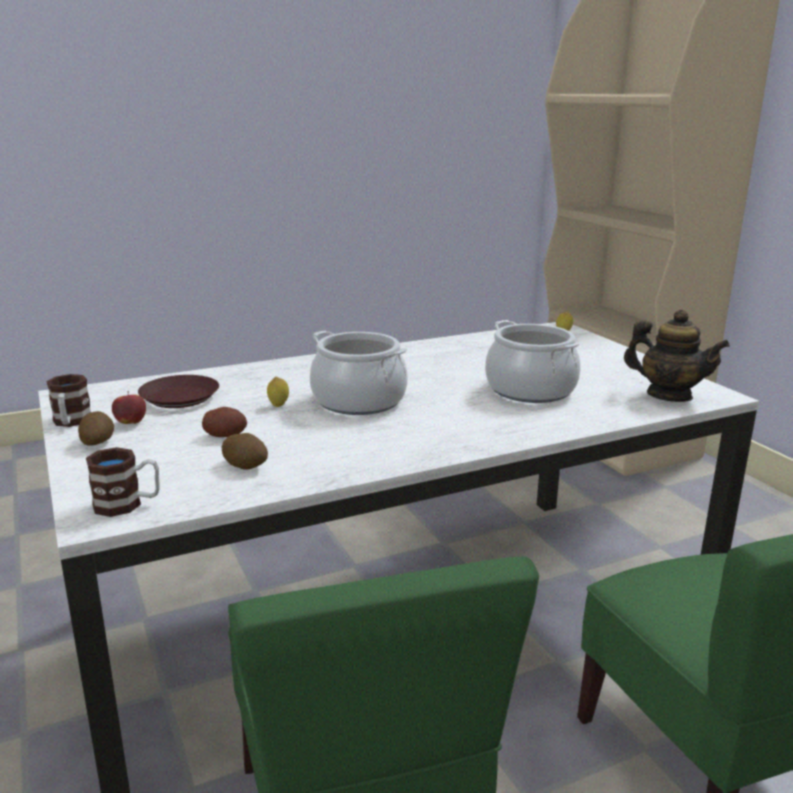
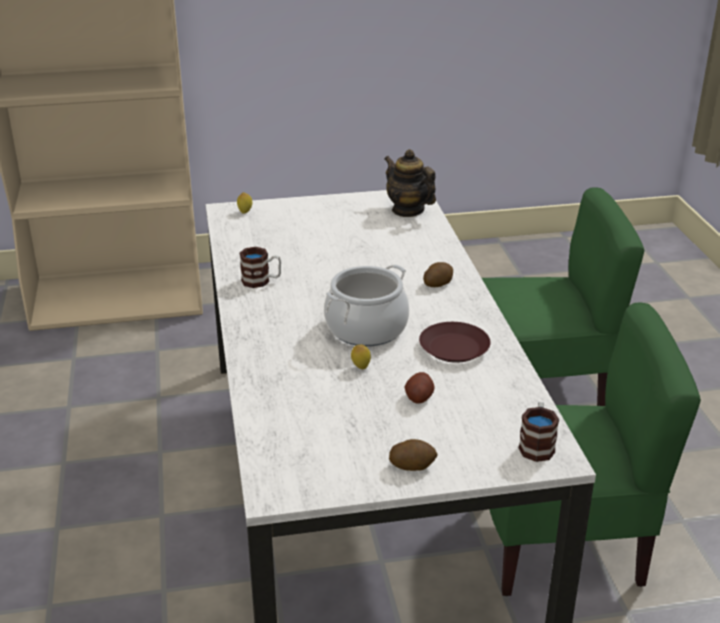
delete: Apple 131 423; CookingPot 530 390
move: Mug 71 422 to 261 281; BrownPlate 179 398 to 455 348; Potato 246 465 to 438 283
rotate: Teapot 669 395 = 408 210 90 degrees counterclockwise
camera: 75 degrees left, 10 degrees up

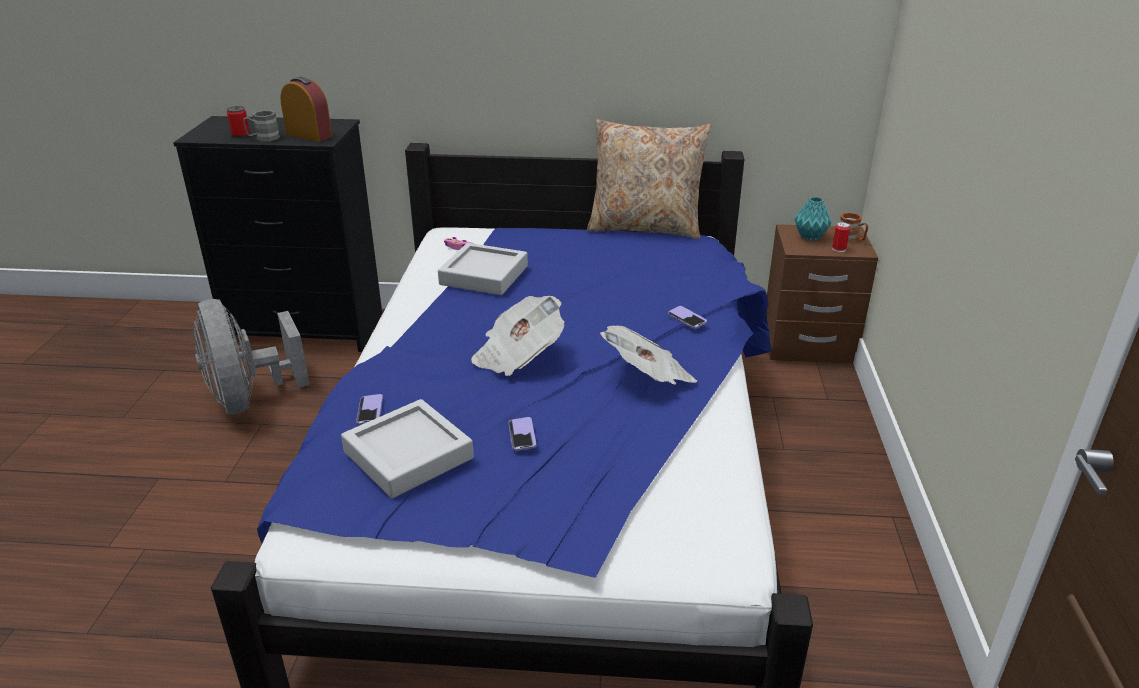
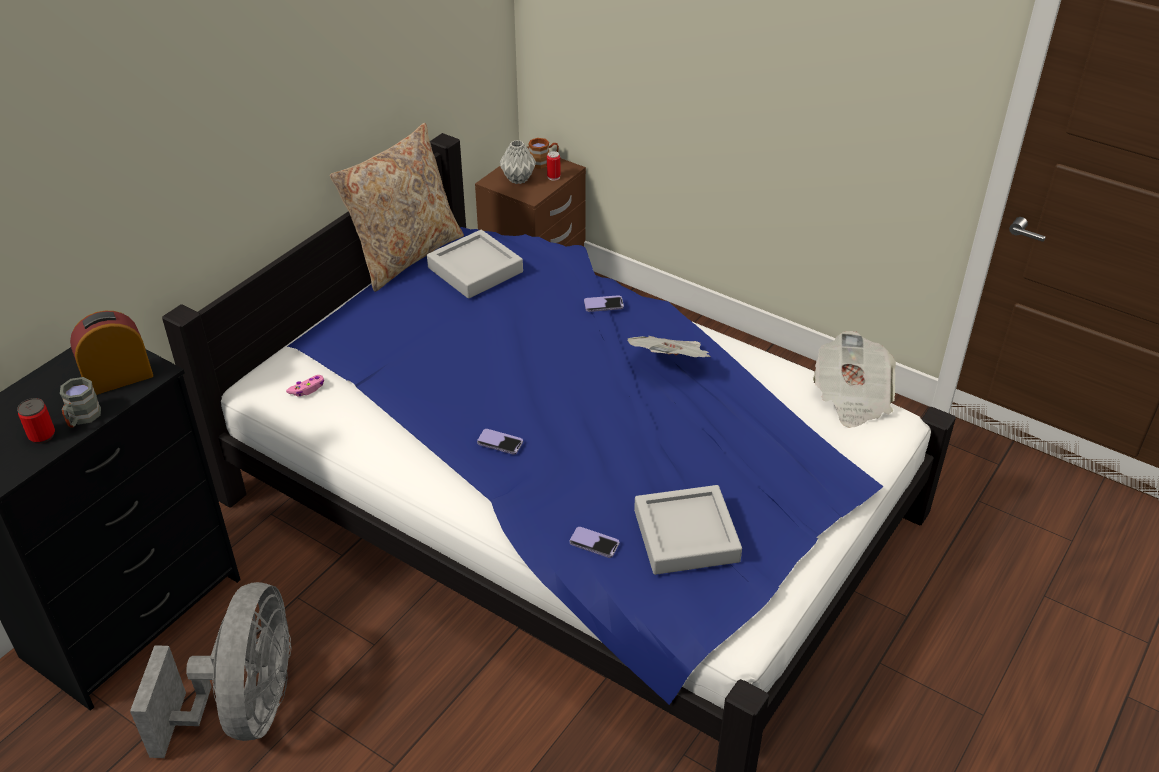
move: GreyTray 484 275 to 475 270; Newspaper 518 356 to 851 398; Phone 522 435 to 500 443
recolor: TurquoiseVase 810 237 to GreyVase 518 179
rotate: GreyFan 249 398 = 245 709 90 degrees counterclockwise
camera: 60 degrees left, 10 degrees up

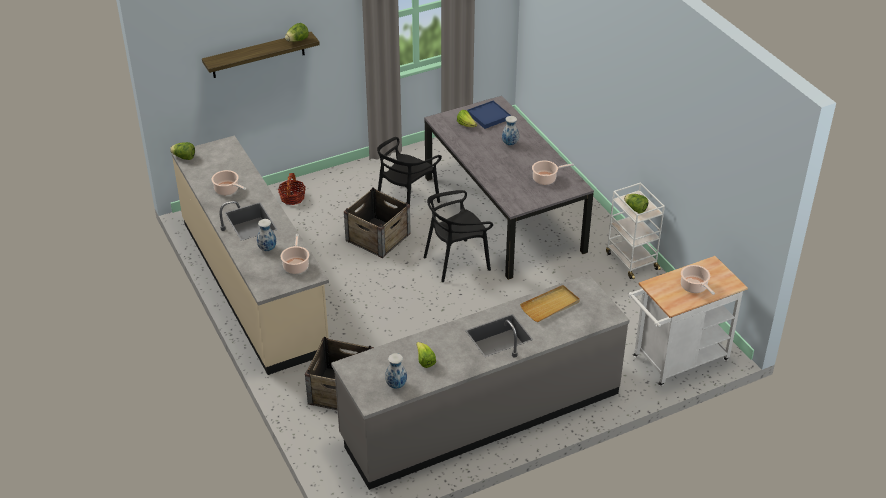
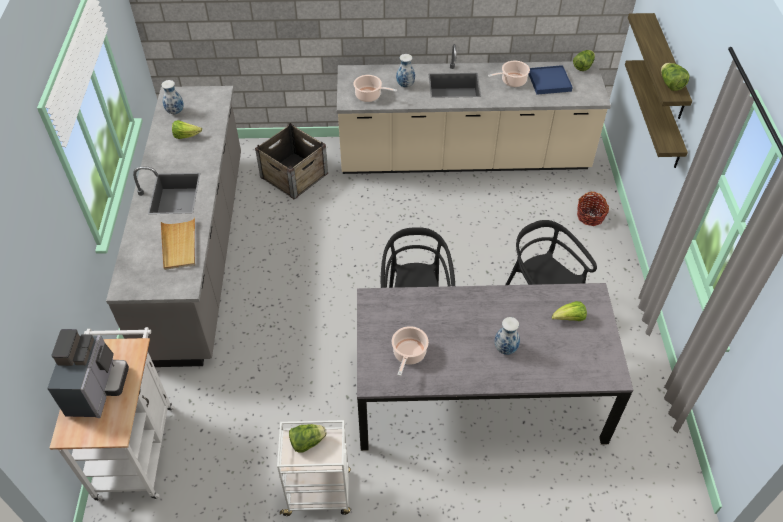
delete: Crate 378 237
insert: Shelf 664 115
move: BlueTray 488 116 to 549 82
replace: CookingPot 694 287 to CoffeeMachine 96 389
camera: 115 degrees right, 10 degrees up

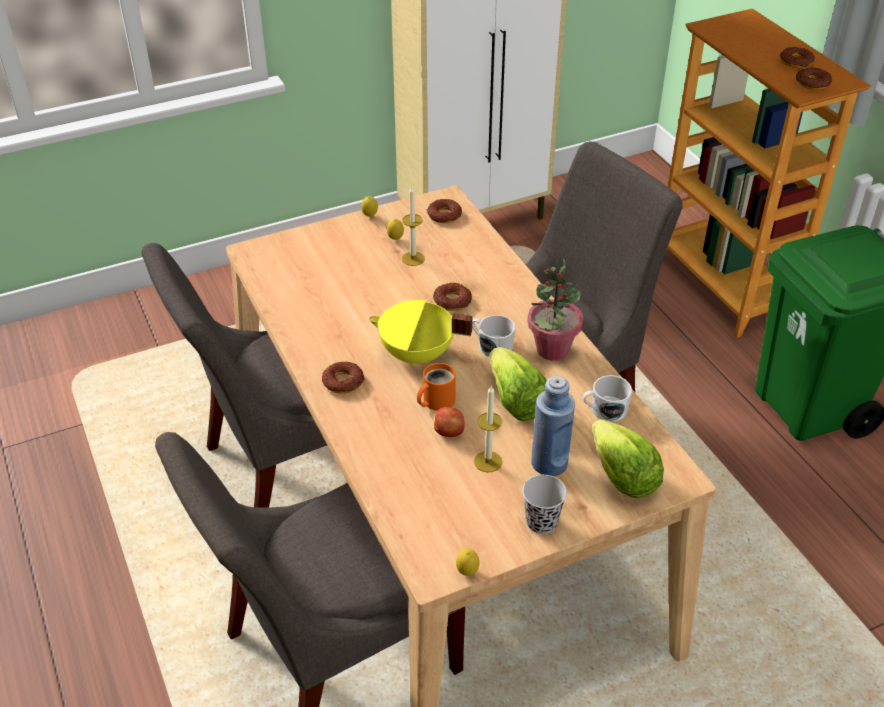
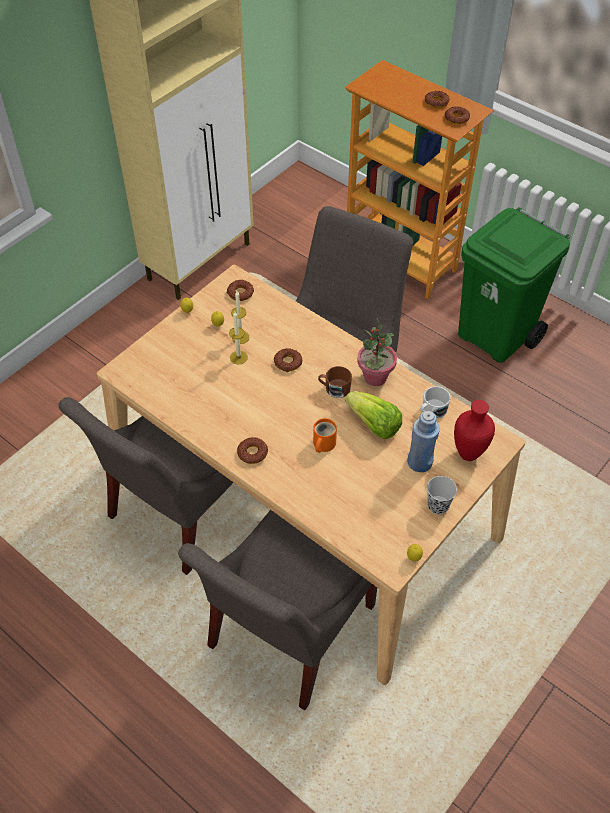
delete: YellowCookingPot 417 355; Apple 449 432
move: Candle 488 461 to 238 357
replace: Lettuce 622 478 to RedVase 468 455
recolor: WhiteMug 491 345 to BrownMug 334 388
camera: 25 degrees left, 10 degrees up

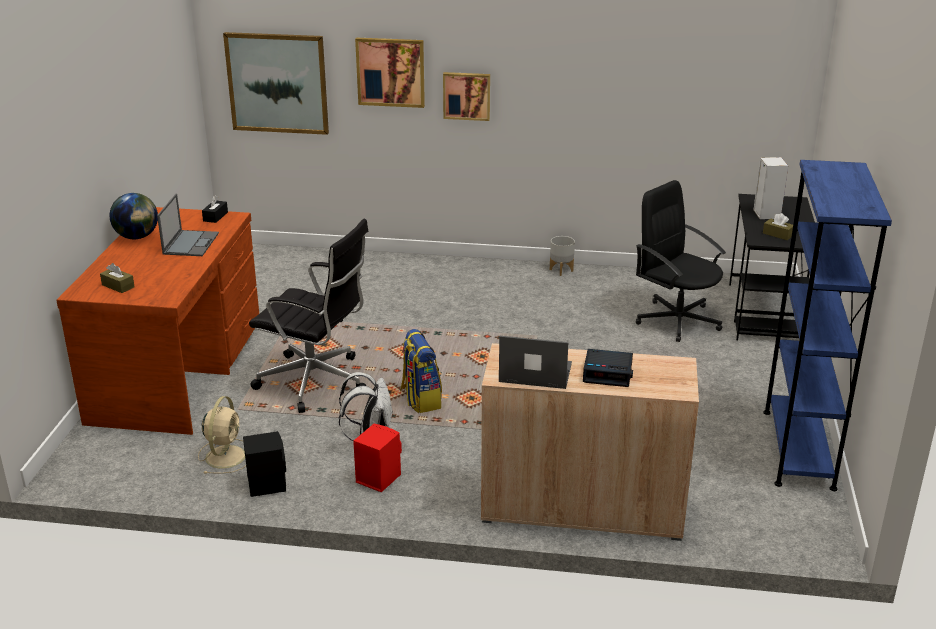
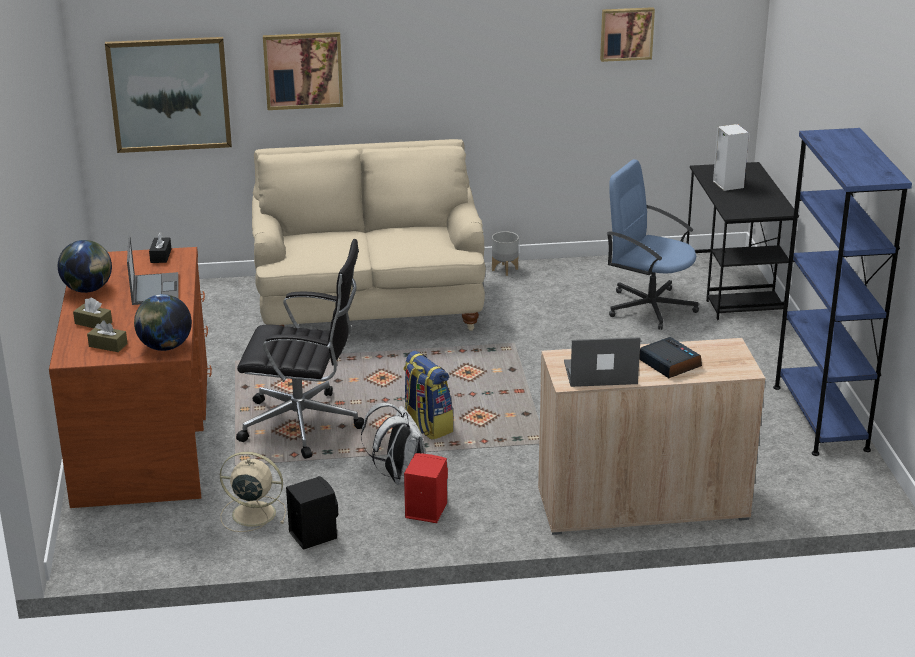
insert: Globe 165 347; BeigeSofa 369 307
move: Picture 467 95 to 626 33; BrownTissueBox 778 234 to 93 323
recolor: BlackOfficeChair 677 320 to BlueOfficeChair 649 307
rotate: BeigeFan 226 455 = 252 513 75 degrees counterclockwise; AlarmClock 608 373 = 669 364 120 degrees counterclockwise
camera: 15 degrees left, 0 degrees up

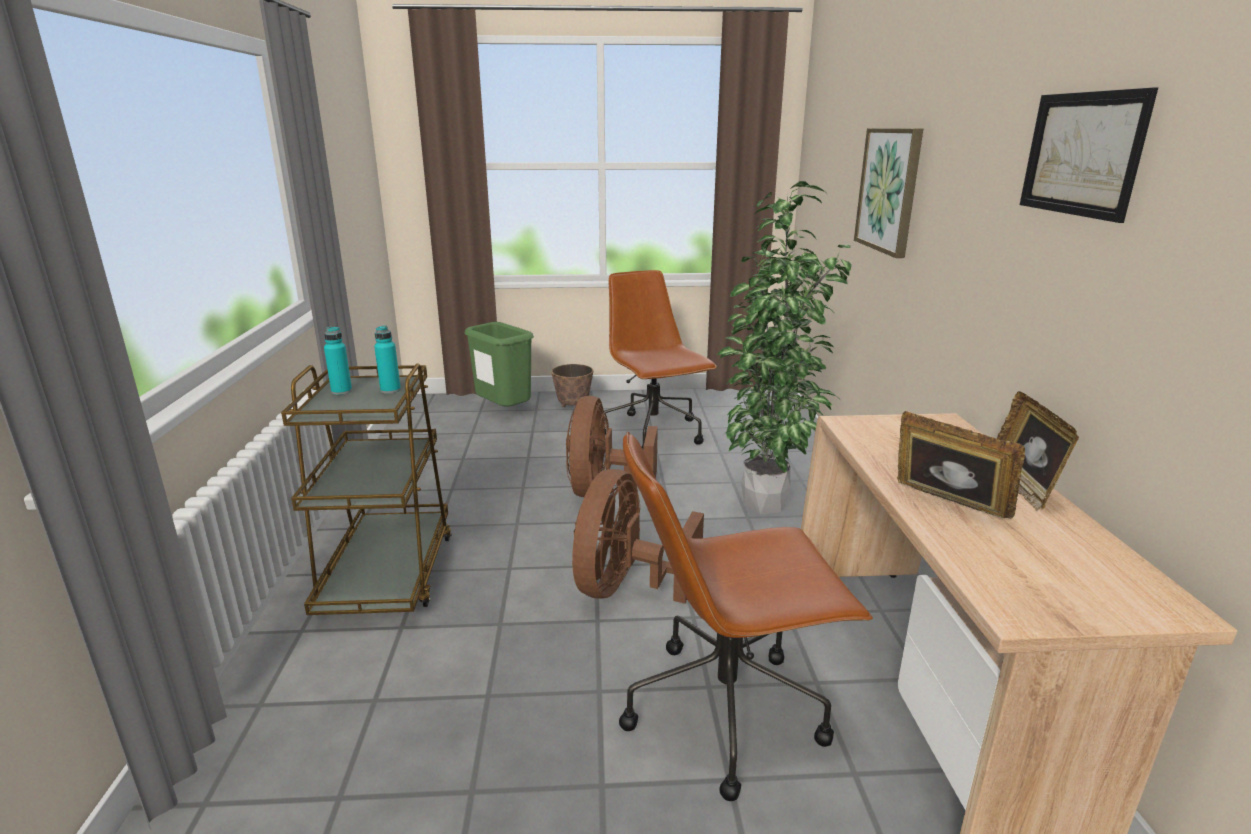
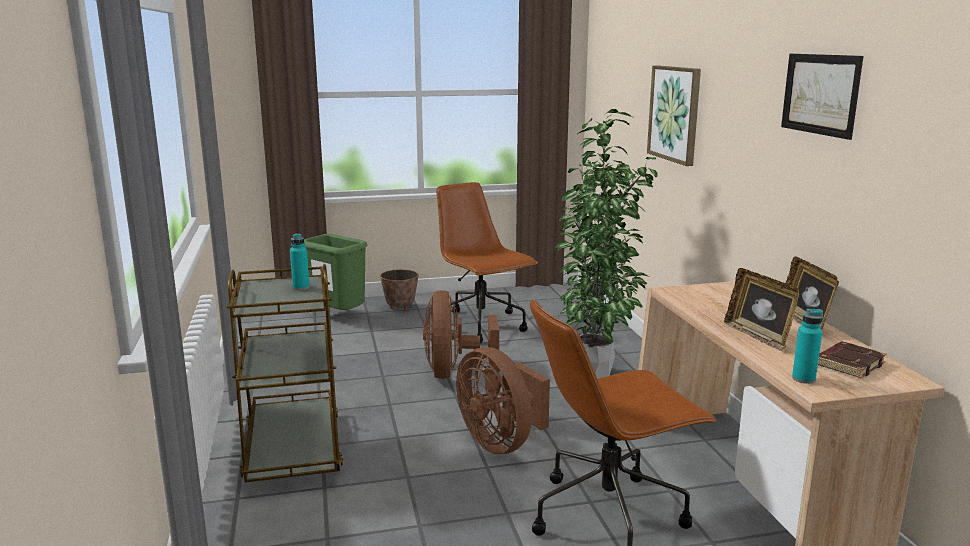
insert: BrownBook 848 364
move: TurquoiseBottle 341 391 to 803 379
rotate: BrownFan 625 587 = 501 442 45 degrees counterclockwise; PictureFrame 947 505 = 758 336 150 degrees counterclockwise
camera: 10 degrees left, 5 degrees down

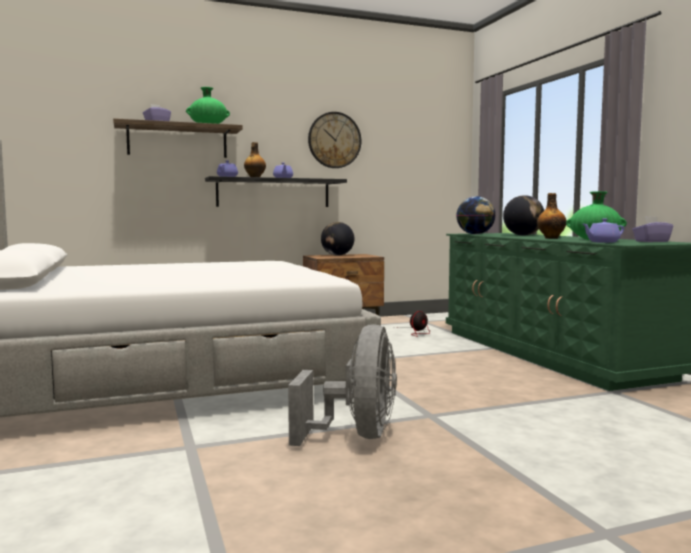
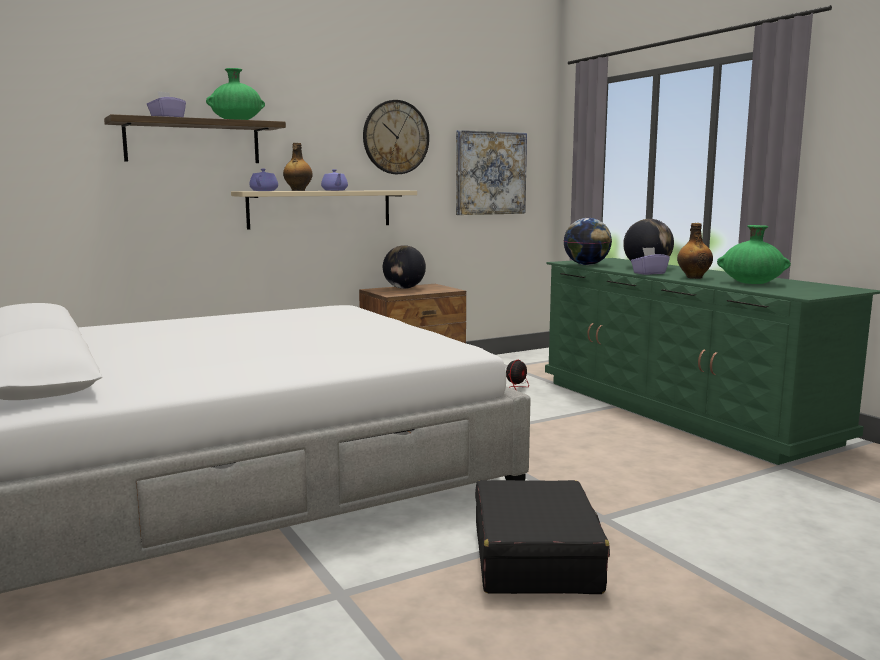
delete: PurpleTeapot 602 242
insert: Picture 490 173
move: PurpleTissueBox 651 241 to 649 273
replace: GreyFan 357 435 to BlackSuitcase 535 557
recolor: BlackShelf 273 193 to BeigeShelf 320 209
camera: 10 degrees left, 5 degrees up

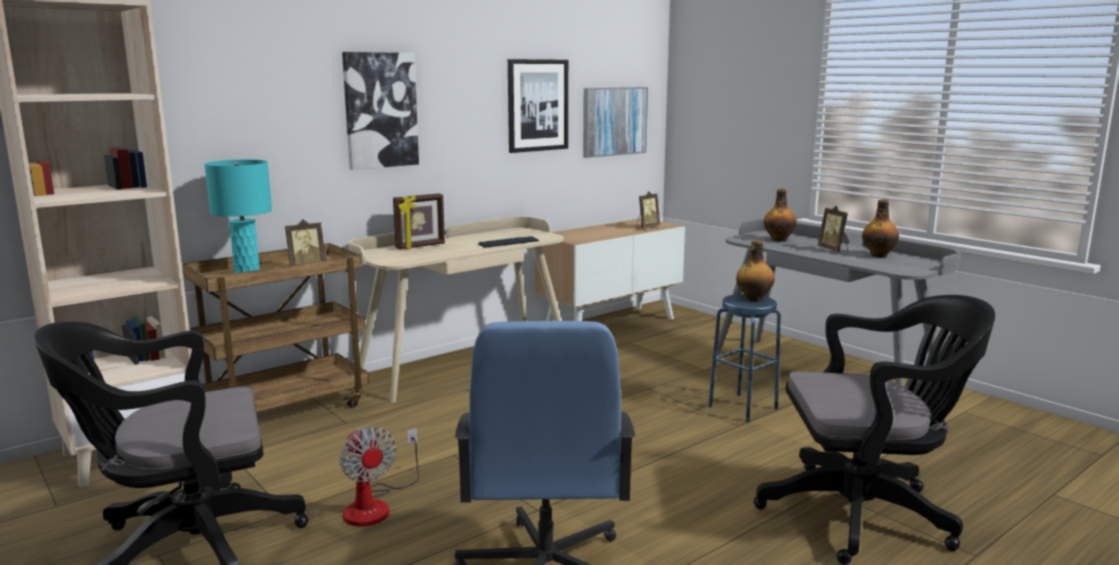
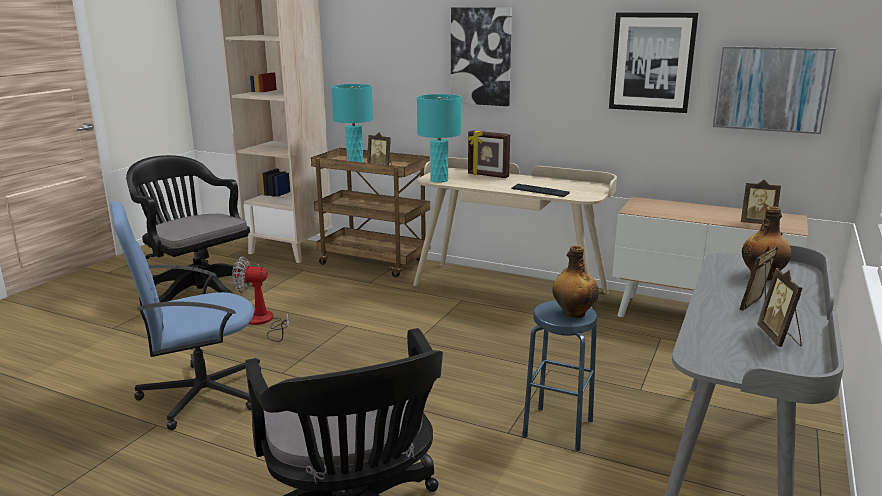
insert: TurquoiseTableLamp 439 180
replace: Bottle 878 255 to PictureFrame 779 338
rotate: Fan 376 505 = 263 322 60 degrees clockwise
camera: 65 degrees right, 5 degrees up

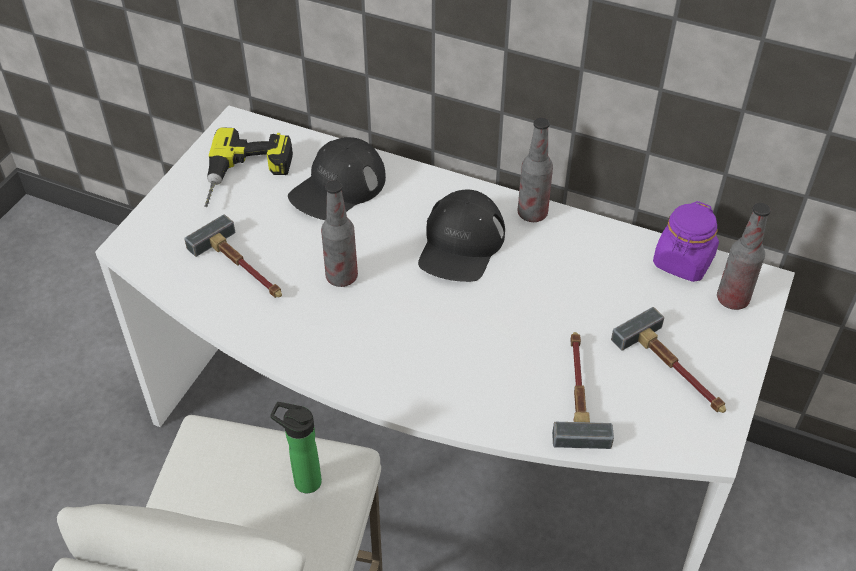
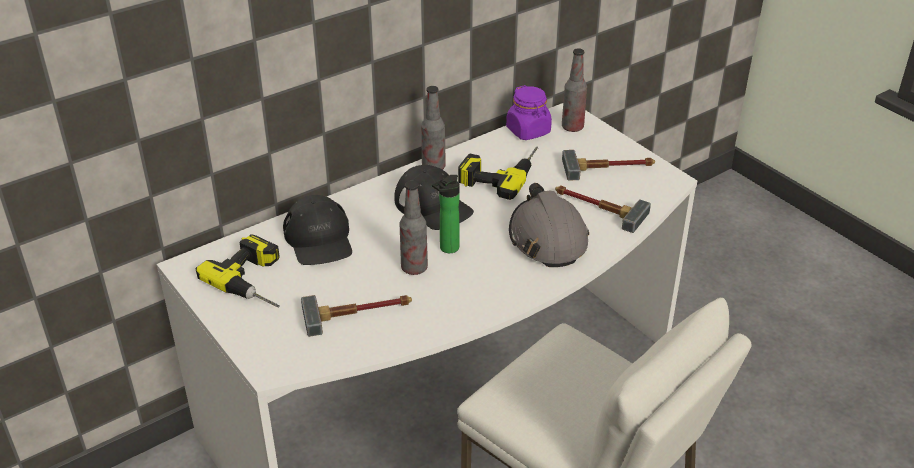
insert: PowerDrill 499 172; GreyHardHat 547 238
move: Bottle 303 480 to 447 249
camera: 60 degrees left, 10 degrees down

